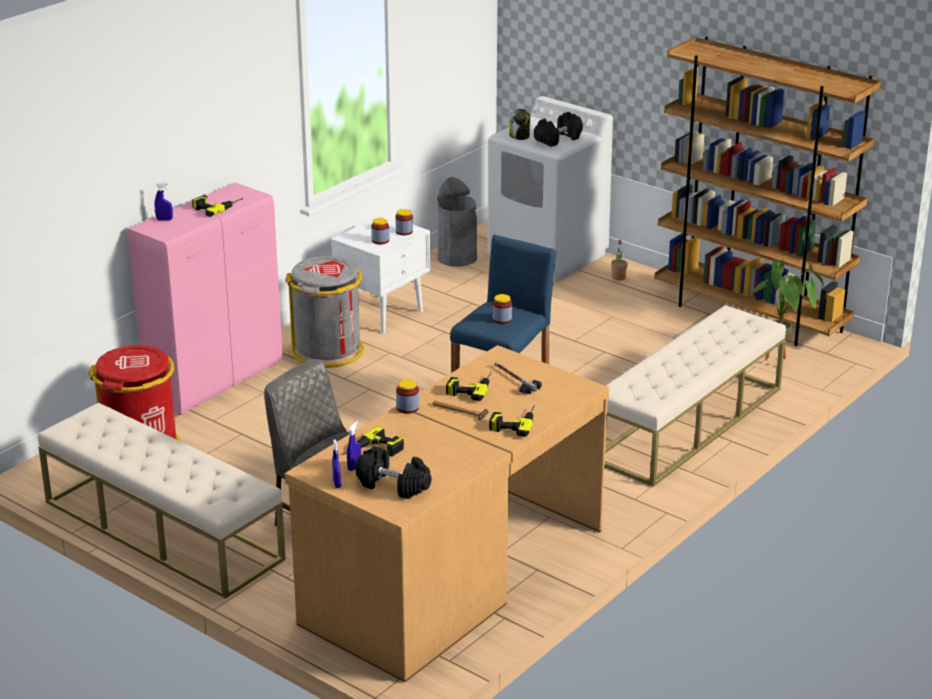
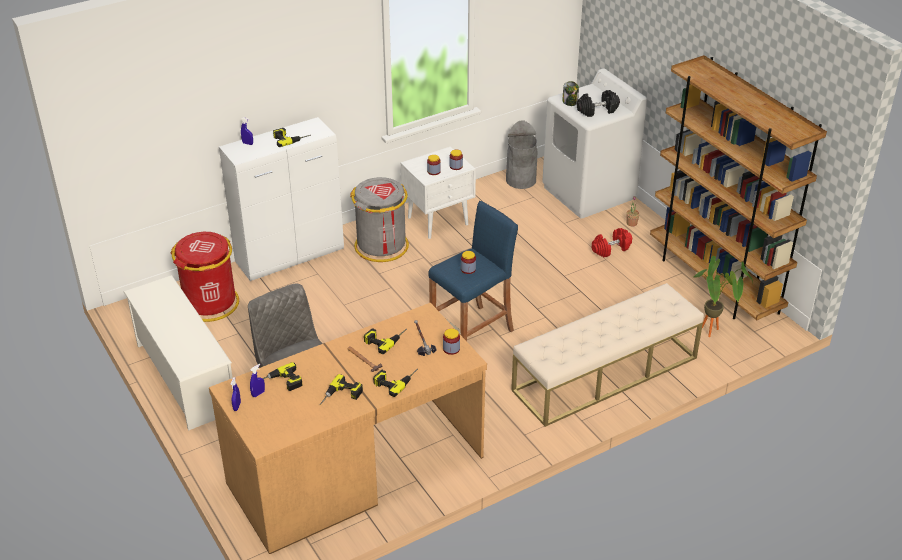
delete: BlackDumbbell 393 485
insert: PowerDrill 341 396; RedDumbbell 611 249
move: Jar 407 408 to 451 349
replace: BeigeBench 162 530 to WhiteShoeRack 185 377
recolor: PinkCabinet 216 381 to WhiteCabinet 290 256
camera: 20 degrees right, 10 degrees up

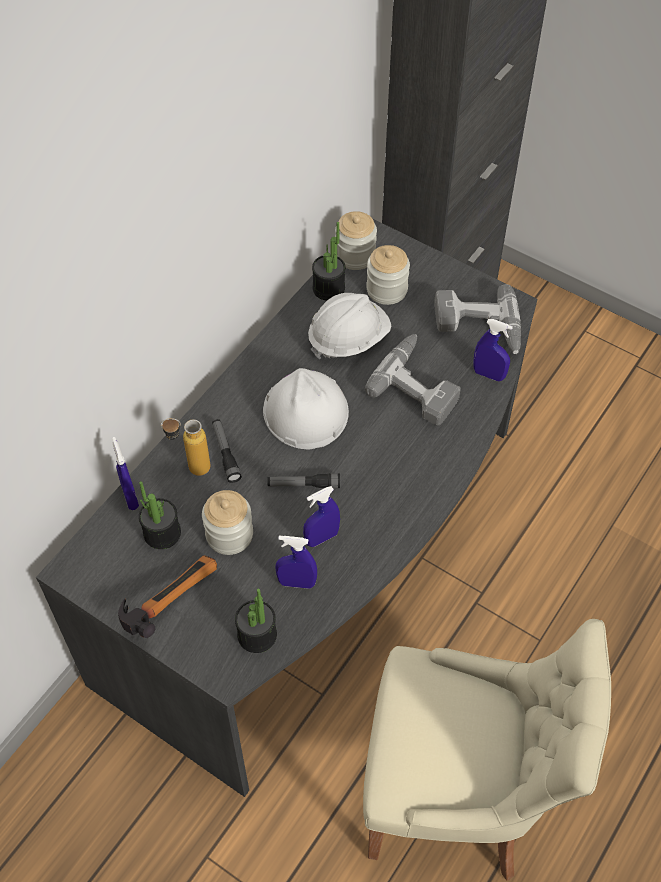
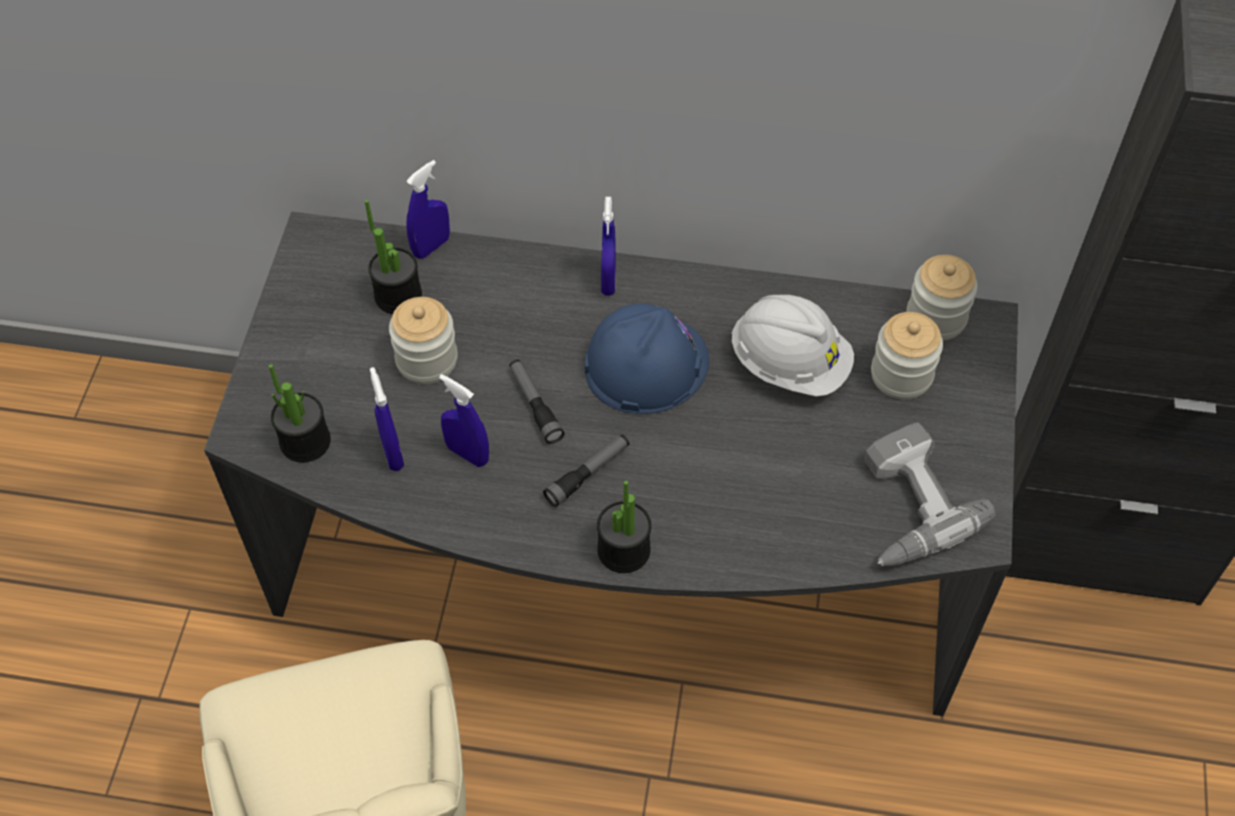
delete: Hammer 167 599; Bottle 190 468; PowerDrill 420 384
move: Flashlight 225 453 to 588 474; PottedPlant 328 288 to 623 550; BlueSprayBottle 489 374 to 608 280
recolor: WhiteHardHat 305 411 to BlueHardHat 645 363
camera: 65 degrees right, 0 degrees up

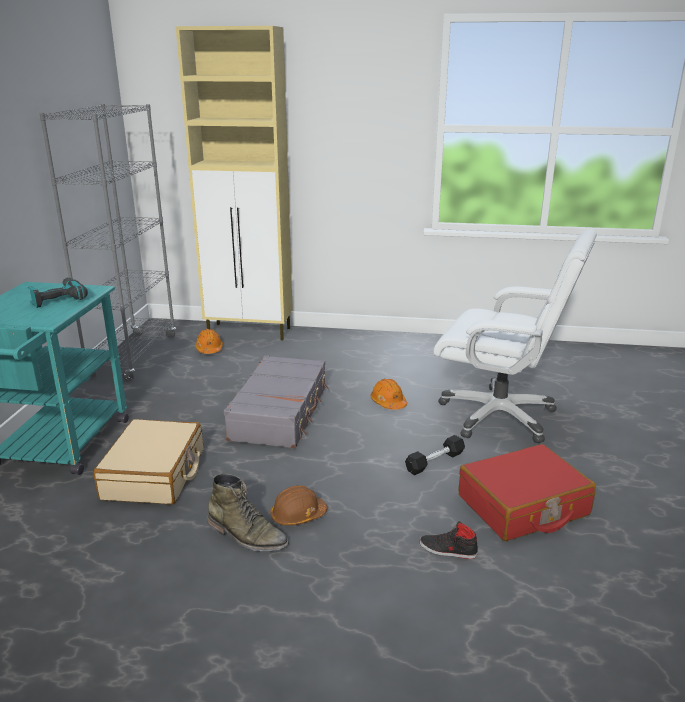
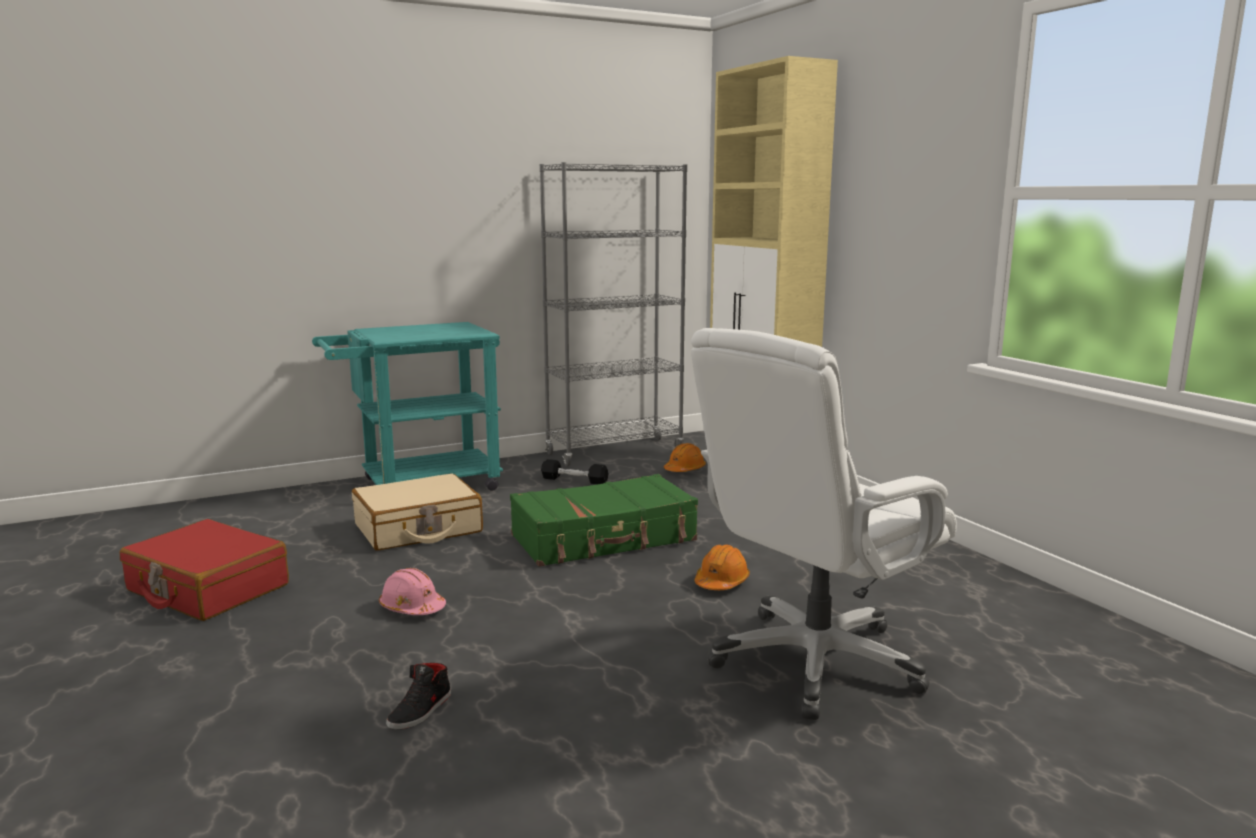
delete: PowerDrill 57 299; GreenBoot 247 535
move: BlackDumbbell 434 462 to 574 480; RedSuitcase 523 506 to 207 588
recolor: GreySuitcase 280 413 to GreenSuitcase 604 538; BrownHardHat 298 515 to PinkHardHat 412 608
rotate: BlackShoe 448 550 = 420 711 135 degrees counterclockwise; WhiteOfficeChair 499 415 = 815 662 60 degrees clockwise
camera: 55 degrees right, 10 degrees down

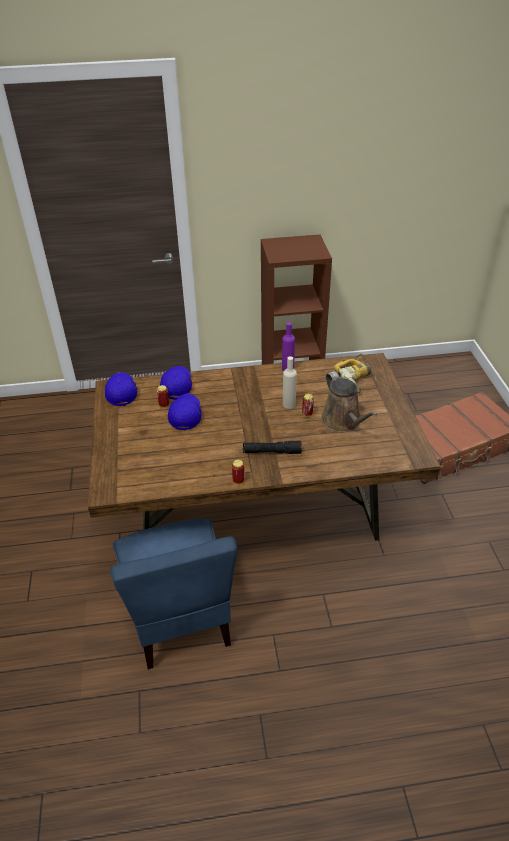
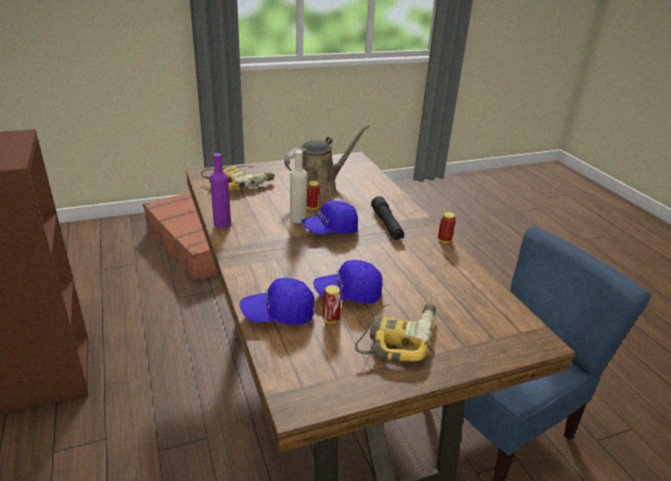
insert: PowerDrill 398 336
move: BlueCap 121 393 to 330 230
camera: 105 degrees left, 10 degrees down

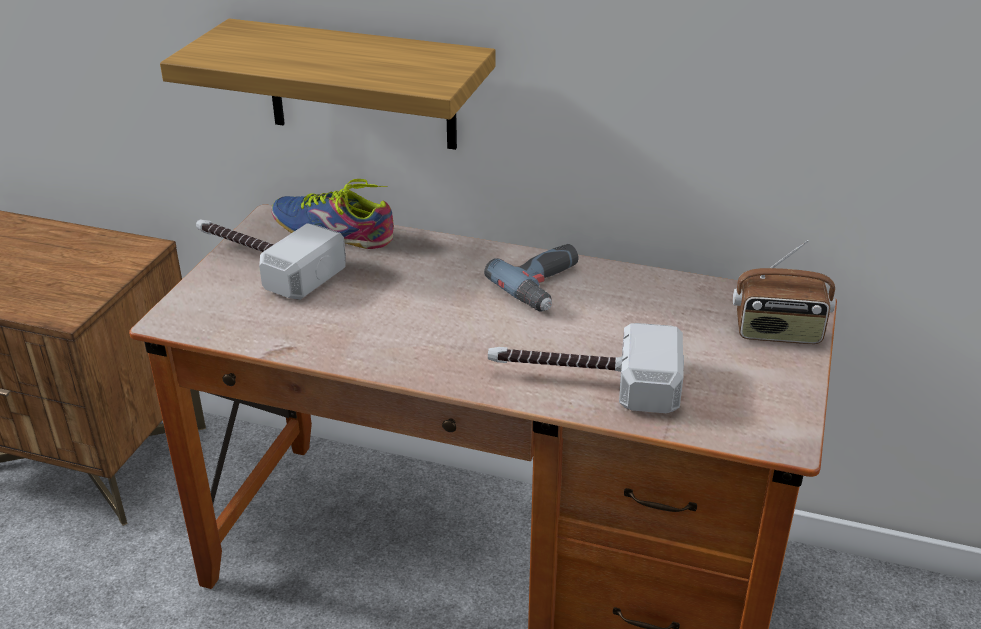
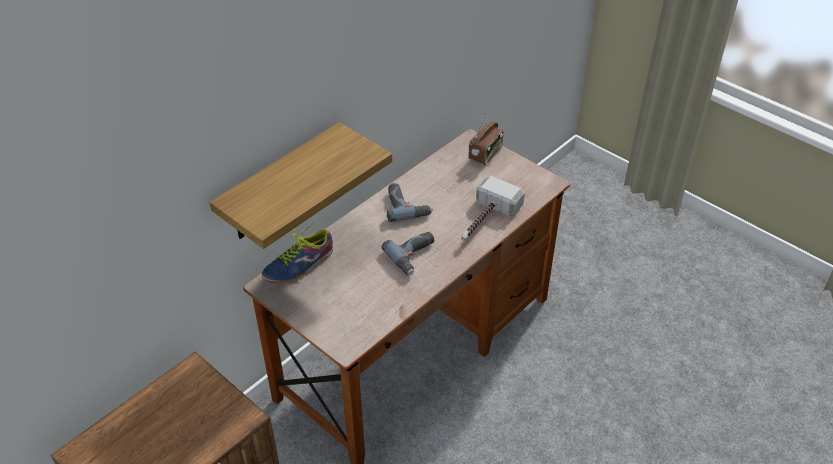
delete: Hammer 262 263
insert: PowerDrill 414 256
camera: 65 degrees left, 10 degrees up

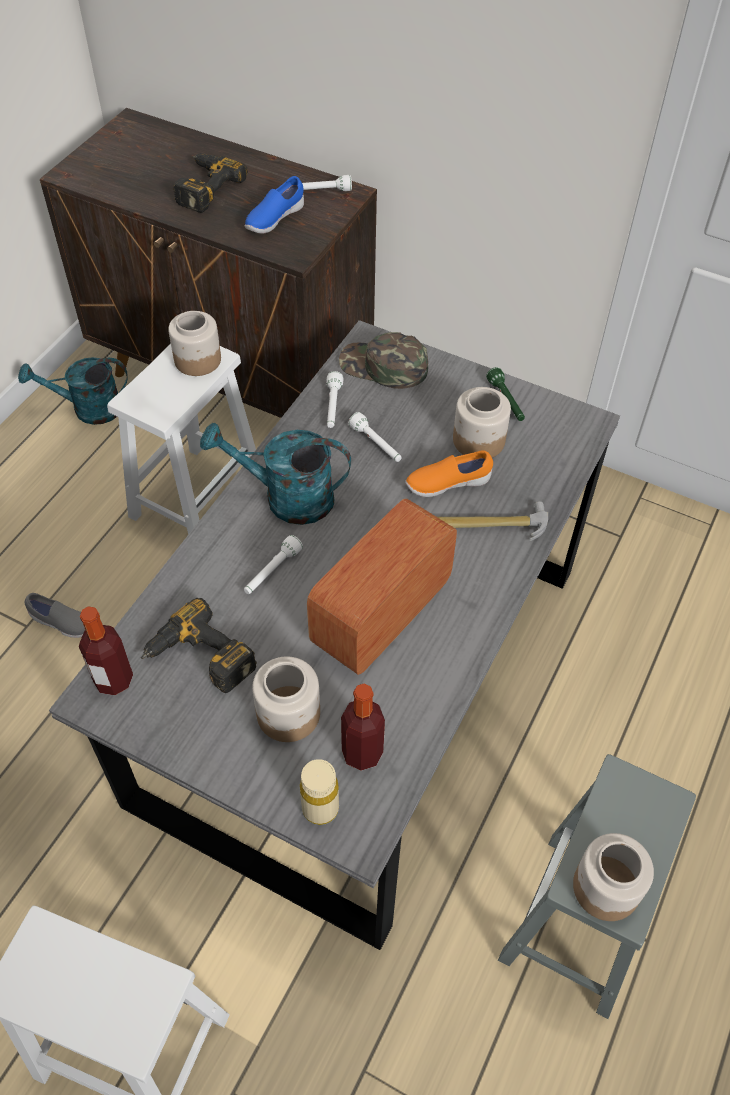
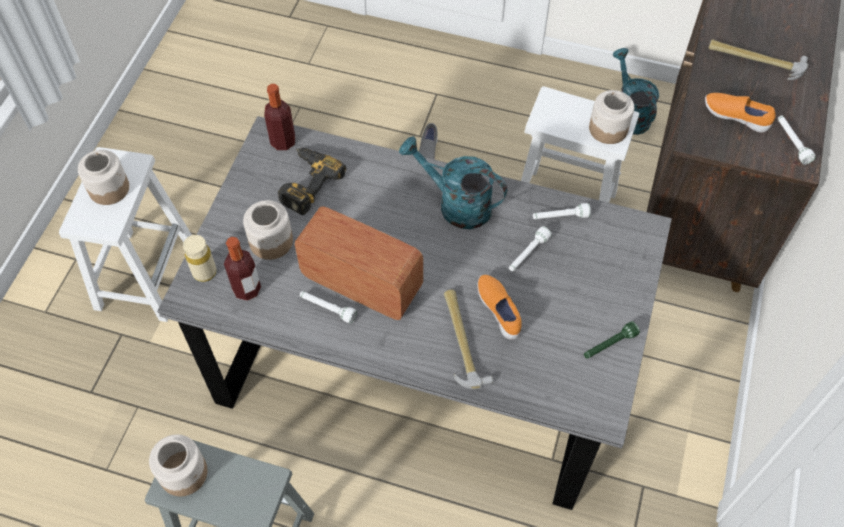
delete: GreenCap 383 367
move: WhiteFlashlight 272 571 to 327 309; Jar 478 440 to 109 188
replace: PowerDrill 203 187 to Hammer 756 60
recolor: BlueShoe 274 219 to OrangeShoe 735 117
rotate: TurquoiseWateringCan 286 498 = 456 204 60 degrees counterclockwise
camera: 80 degrees right, 5 degrees up

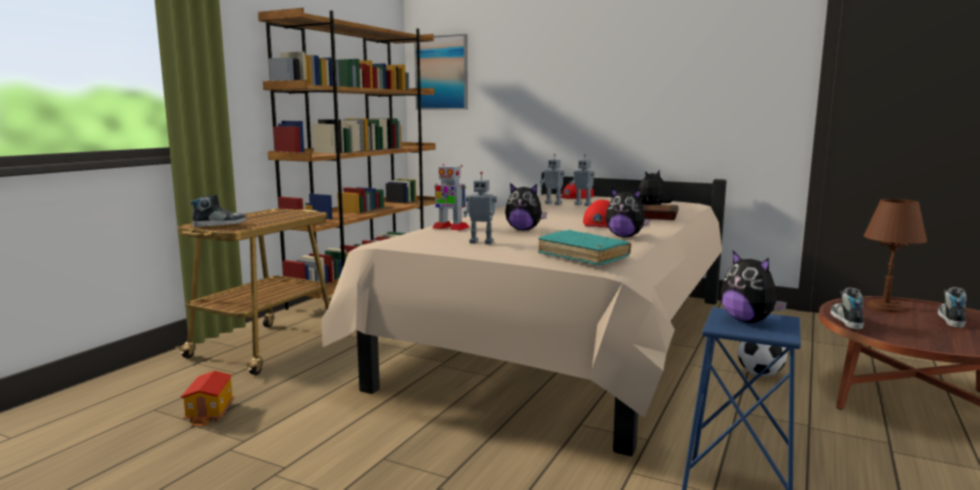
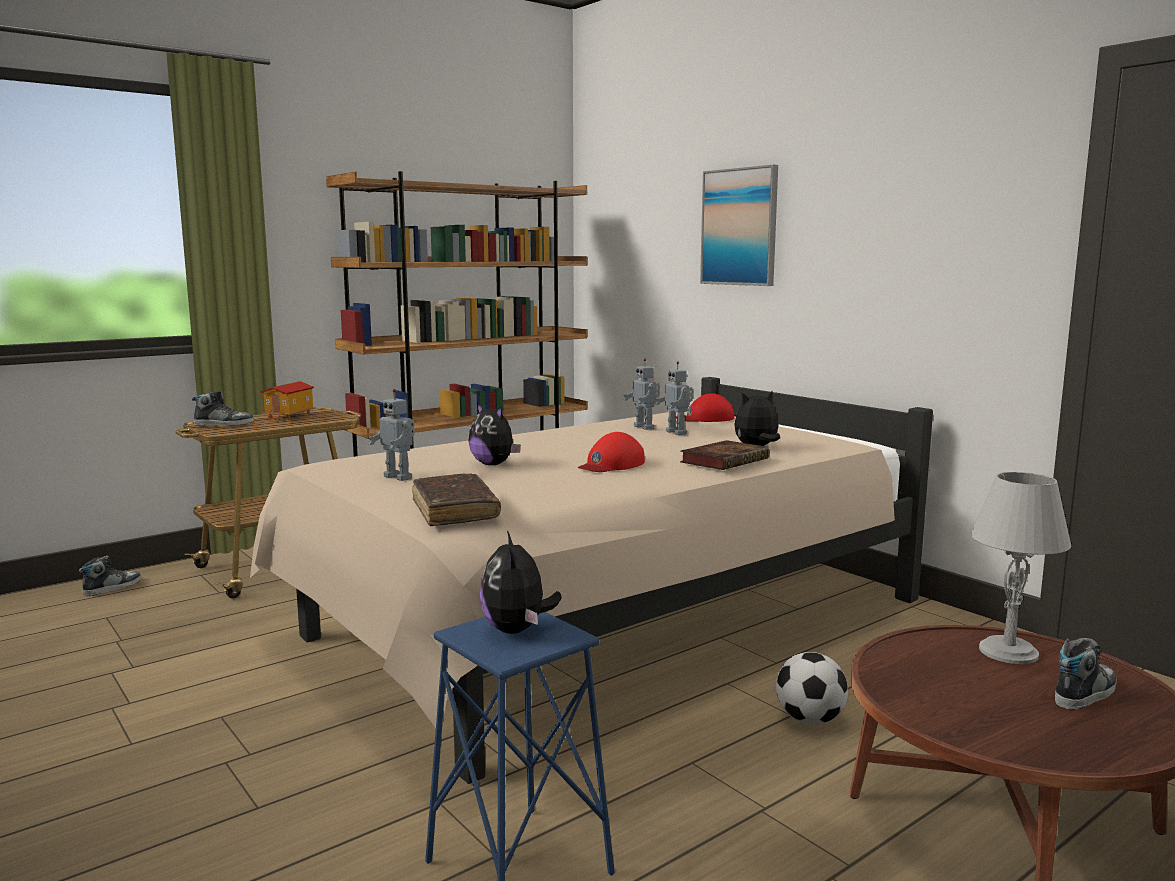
delete: ToyRobot 450 227; PlushToy 625 236
move: ToyHouse 211 413 to 289 416; Picture 442 73 to 739 227; Shoe 846 320 to 112 587
recolor: TurquoiseBook 583 256 to BrownBook 455 511; BrownTableLamp 885 307 to GreyTableLamp 1008 651
camera: 25 degrees right, 0 degrees up

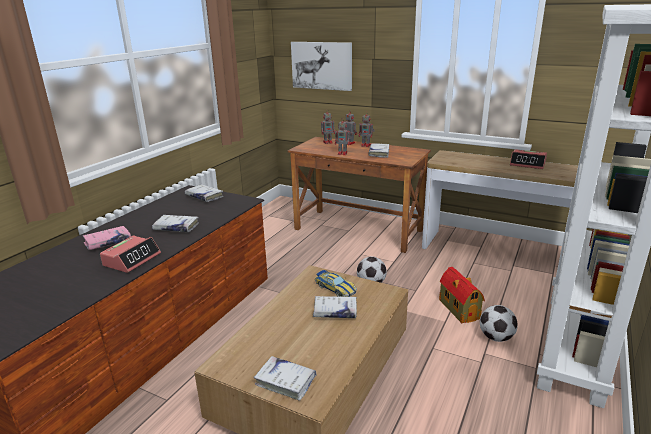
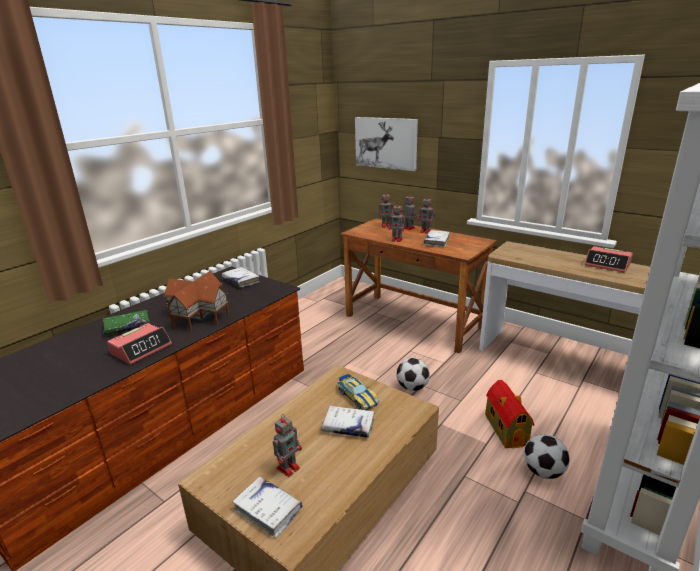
insert: ToyRobot 289 467
replace: WhiteBook 176 228 to ToyHouse 199 315
recolor: PinkBook 108 242 to GreenBook 127 327
camera: 10 degrees right, 0 degrees up

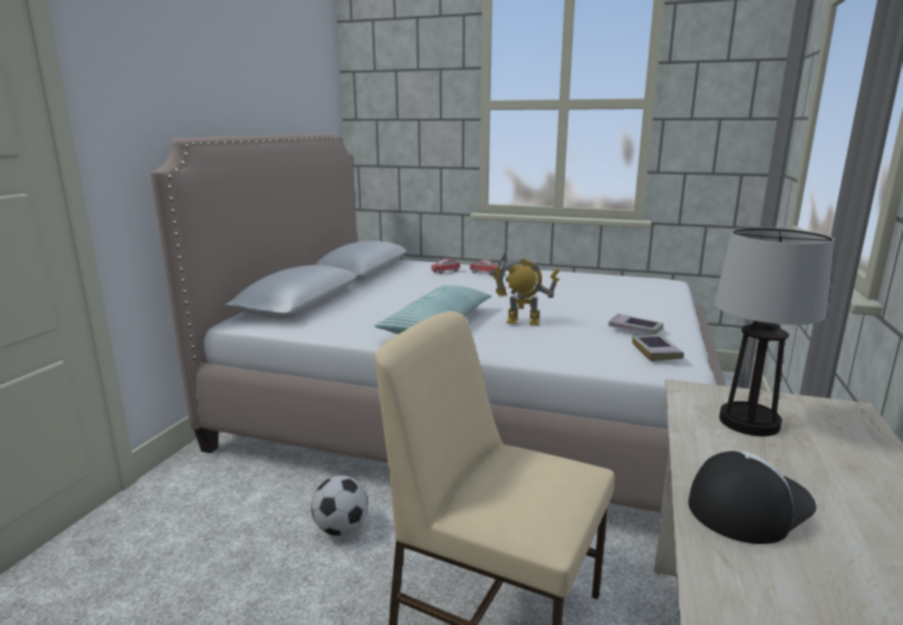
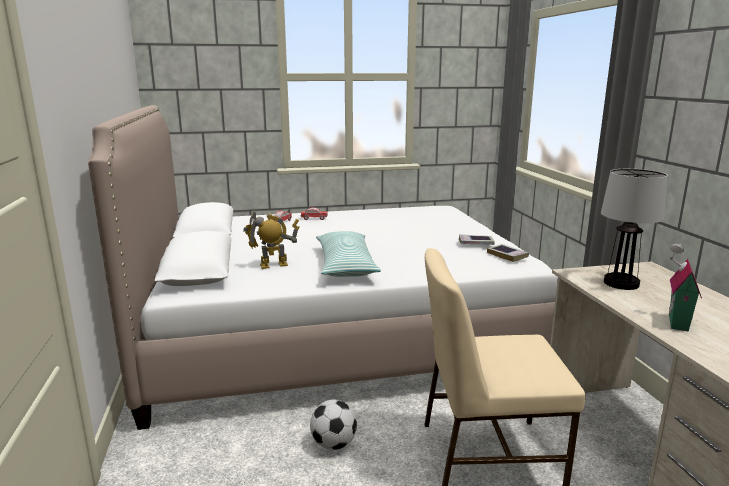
move: ToyRobot 523 322 to 273 265
replace: Cap 748 504 to ToyHouse 675 322
camera: 30 degrees left, 0 degrees up

